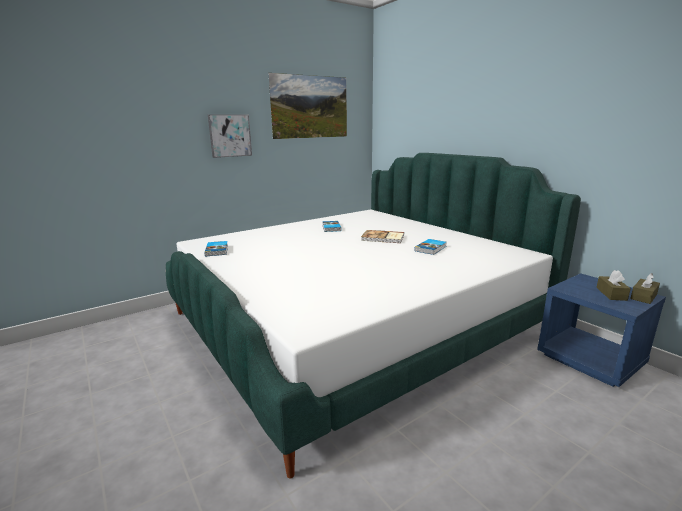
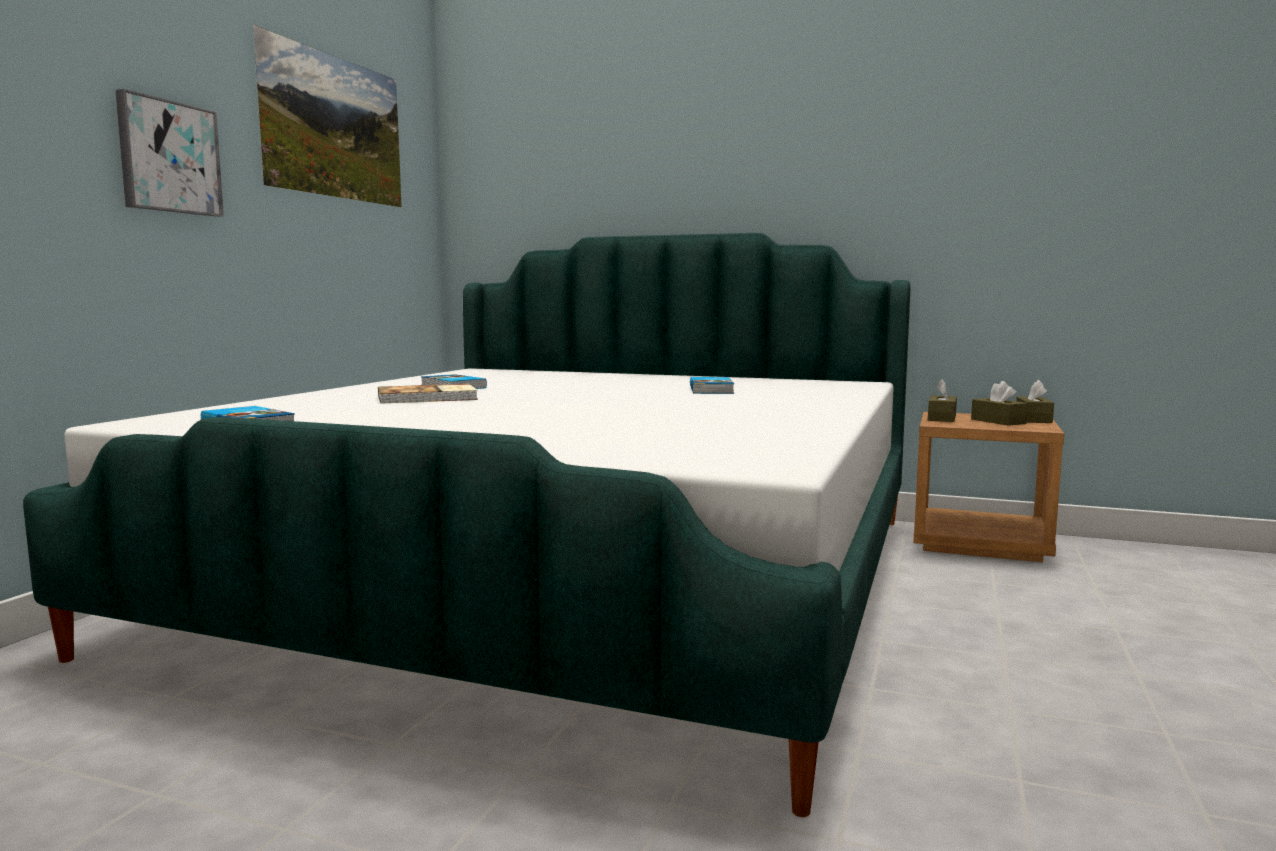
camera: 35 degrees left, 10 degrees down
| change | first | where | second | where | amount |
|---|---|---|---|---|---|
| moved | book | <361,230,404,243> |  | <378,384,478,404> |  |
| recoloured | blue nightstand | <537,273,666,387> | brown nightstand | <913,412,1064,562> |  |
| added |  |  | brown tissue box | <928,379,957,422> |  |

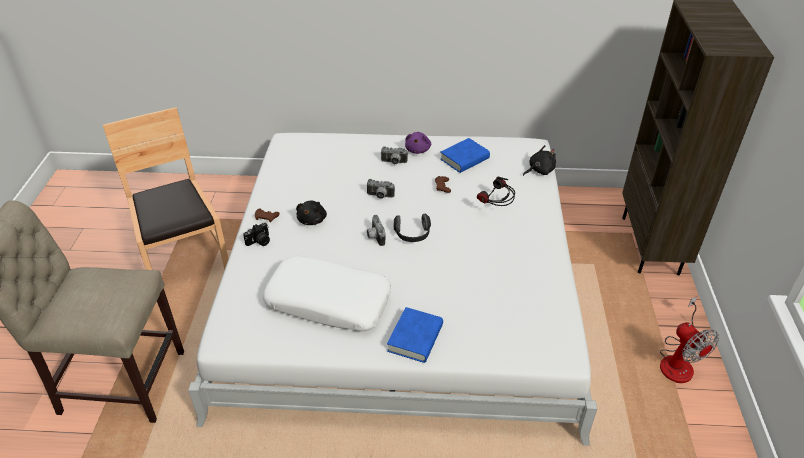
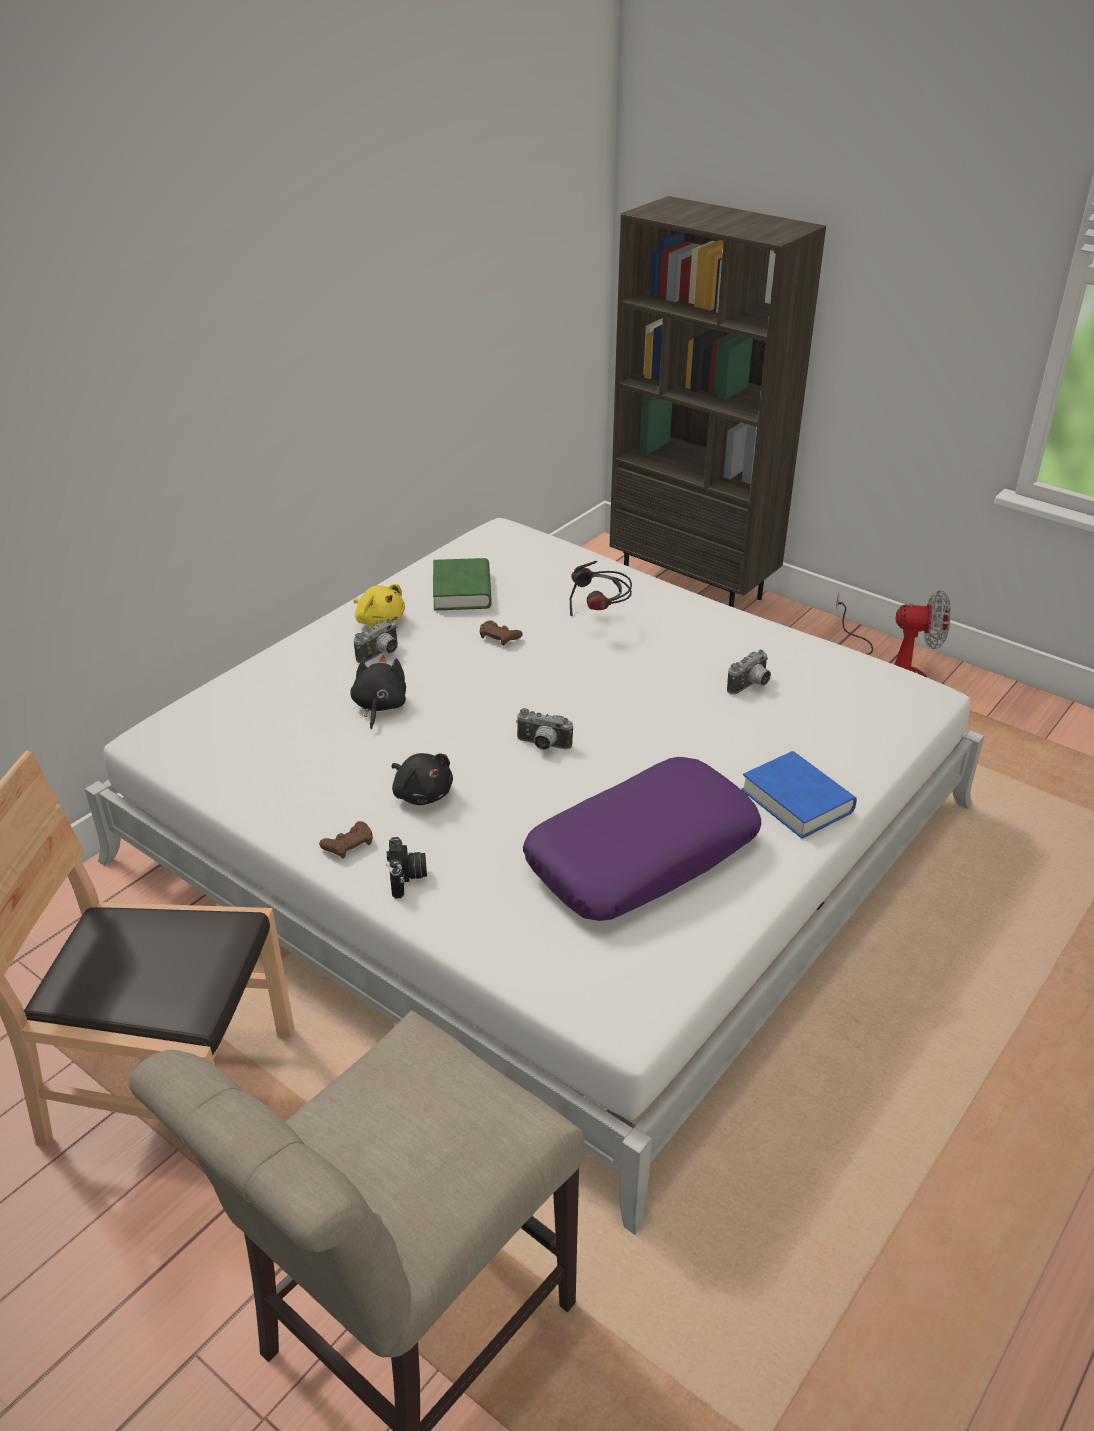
camera: 55 degrees left, 5 degrees down
| change | first | where | second | where | amount |
|---|---|---|---|---|---|
| moved | black plush toy | <523,145,556,176> |  | <350,654,406,729> |  |
| recoloured | purple plush toy | <405,132,431,154> | yellow plush toy | <354,584,405,627> |  |
| recoloured | blue book | <440,138,490,173> | green book | <433,558,492,611> |  |
| recoloured | white pillow | <263,256,391,331> | purple pillow | <523,757,761,921> |  |
| moved | photo camera | <367,179,395,199> |  | <727,650,771,694> |  |
| removed | headphones | <394,214,431,242> |  |  |  |

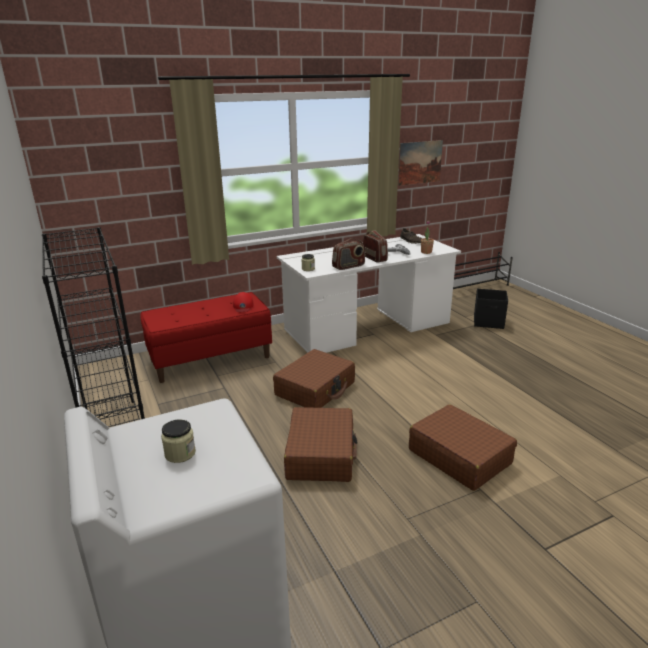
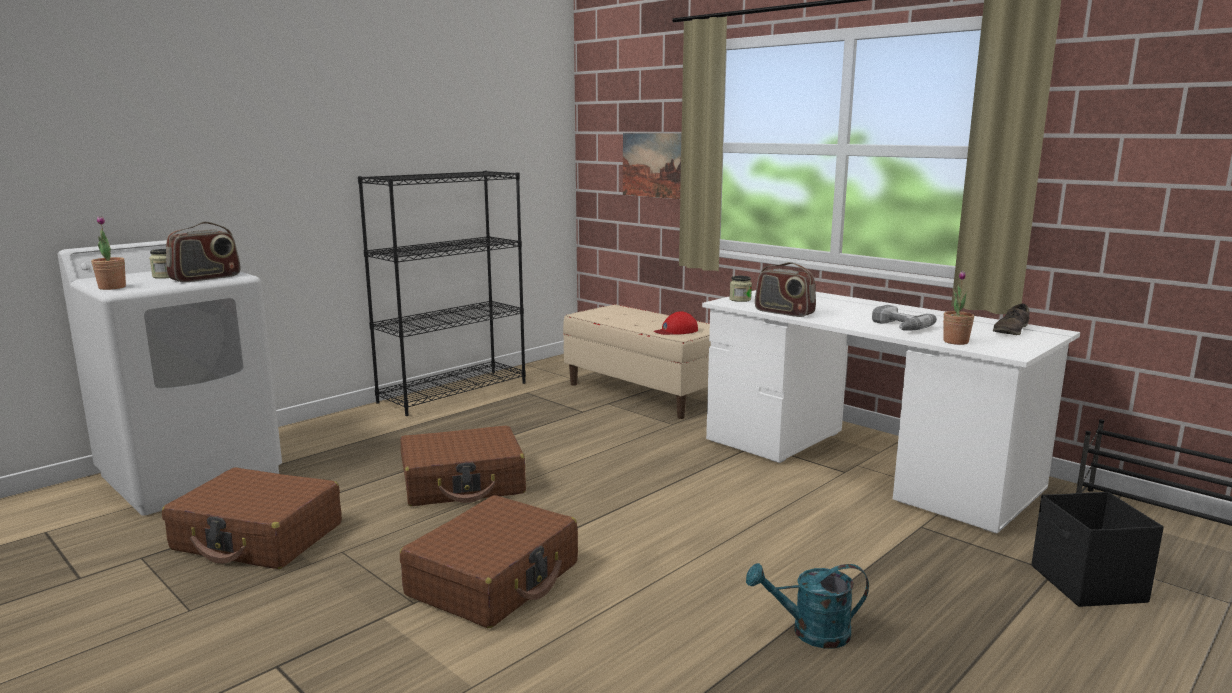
camera: 70 degrees right, 10 degrees down
| change | first | where | second | where | amount |
|---|---|---|---|---|---|
| added |  |  | potted plant | <91,216,126,290> |  |
| moved | brown suitcase | <273,349,355,408> |  | <162,467,342,569> |  |
| moved | radio | <363,230,388,263> |  | <166,222,241,282> |  |
| recoloured | red bench | <140,292,272,383> | beige bench | <563,304,711,419> |  |
| moved | picture | <398,140,443,186> |  | <623,133,682,199> |  |
| added |  |  | turquoise watering can | <746,563,869,648> |  |

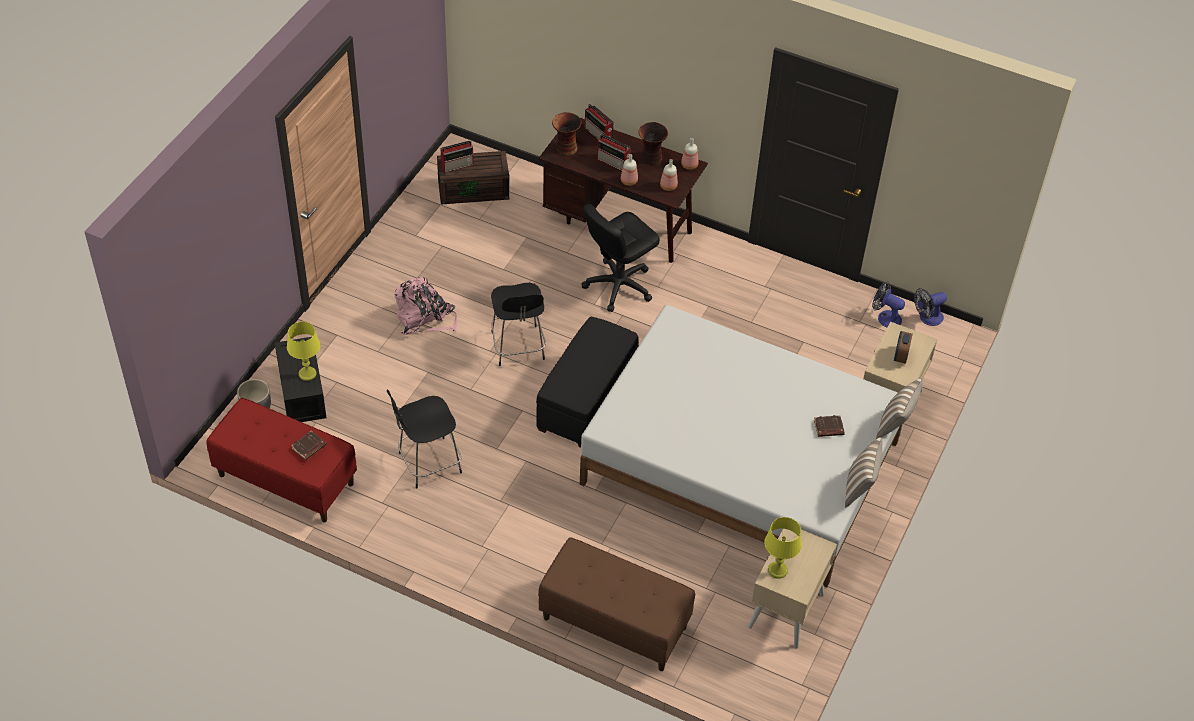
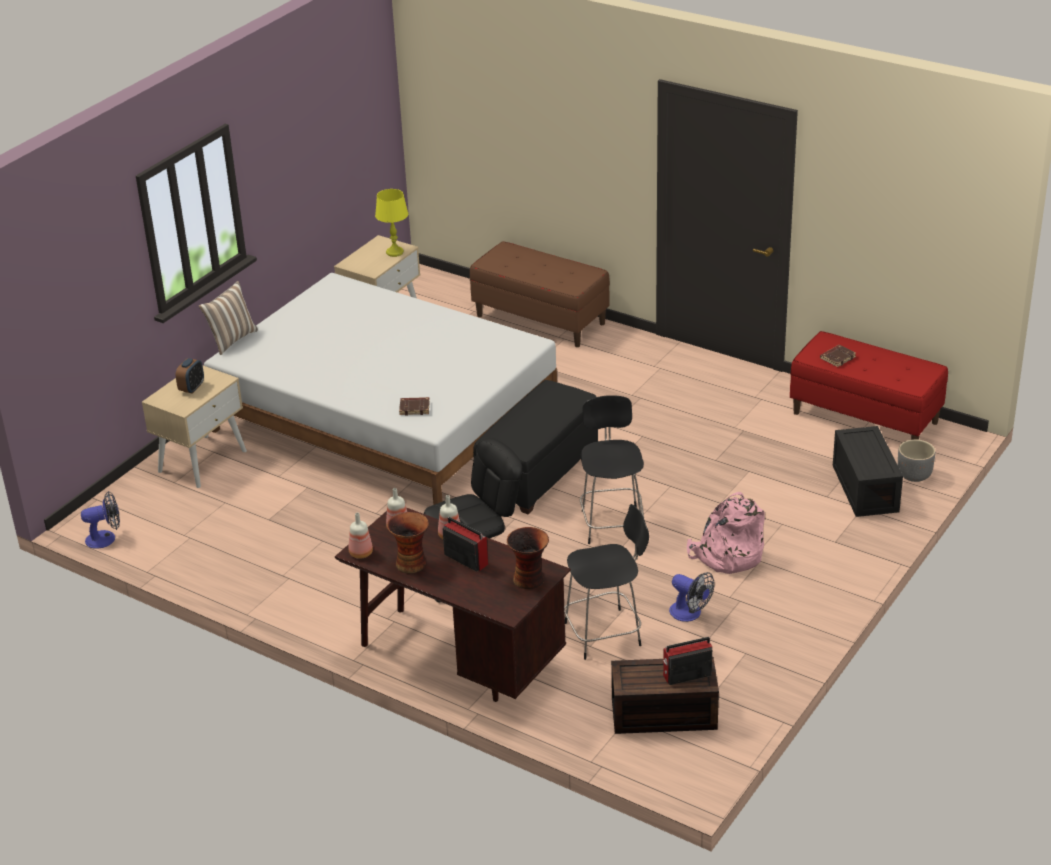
camera: 170 degrees left, 15 degrees down
| change | first | where | second | where | amount |
|---|---|---|---|---|---|
| moved | brown book | <814,415,845,437> |  | <399,397,430,416> |  |
| moved | black chair | <387,390,462,489> |  | <564,504,649,660> |  |
| moved | fan | <872,281,905,327> |  | <669,572,715,622> |  |
| removed | yellow table lamp | <287,322,320,381> |  |  |  |
| removed | radio | <585,104,614,140> |  |  |  |
| removed | pillow | <845,437,882,508> |  |  |  |

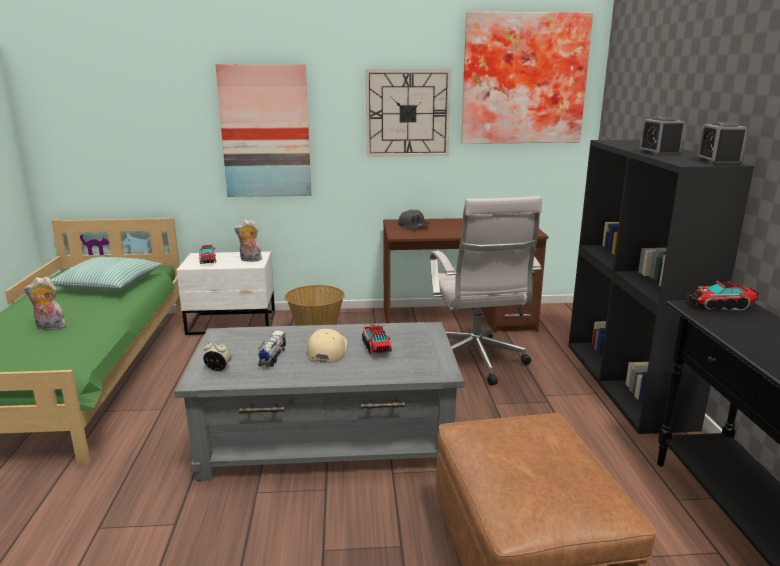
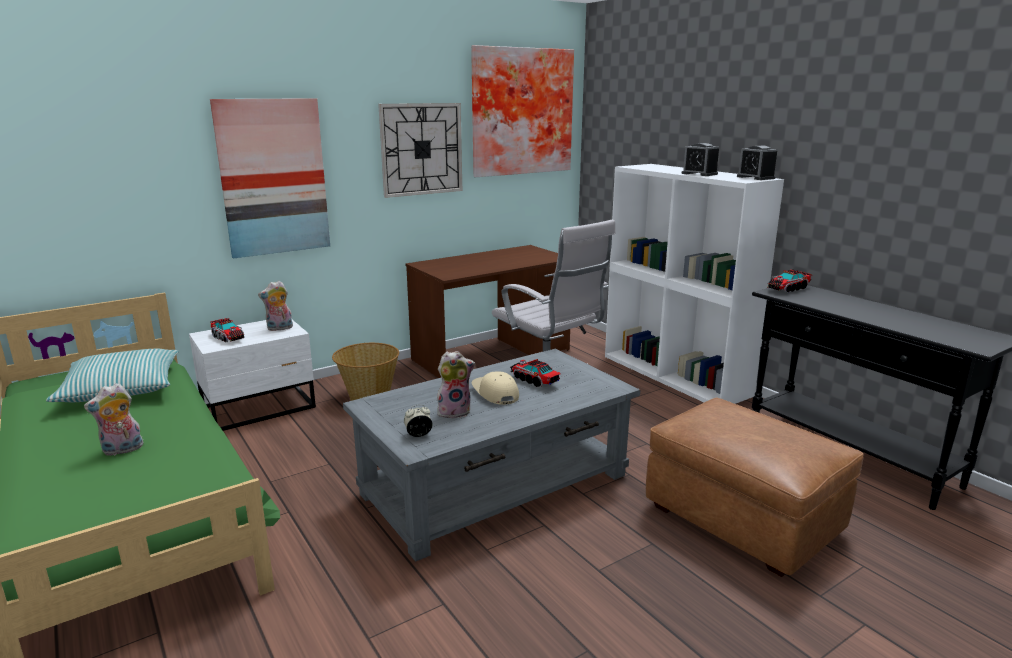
camera: 30 degrees left, 0 degrees up
| change | first | where | second | where | amount |
|---|---|---|---|---|---|
| replaced | toy truck | <258,331,286,367> | plush toy | <437,351,475,419> |  |
| recoloured | black bookcase | <568,140,754,434> | white bookcase | <605,164,784,404> |  |
| removed | grey cap | <398,210,430,228> |  |  |  |

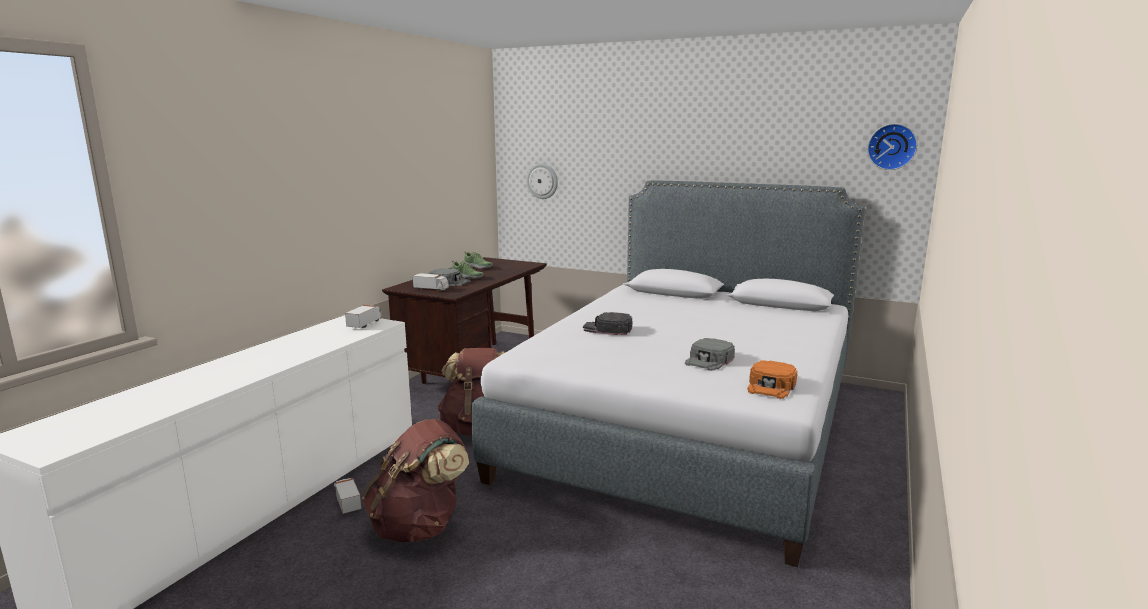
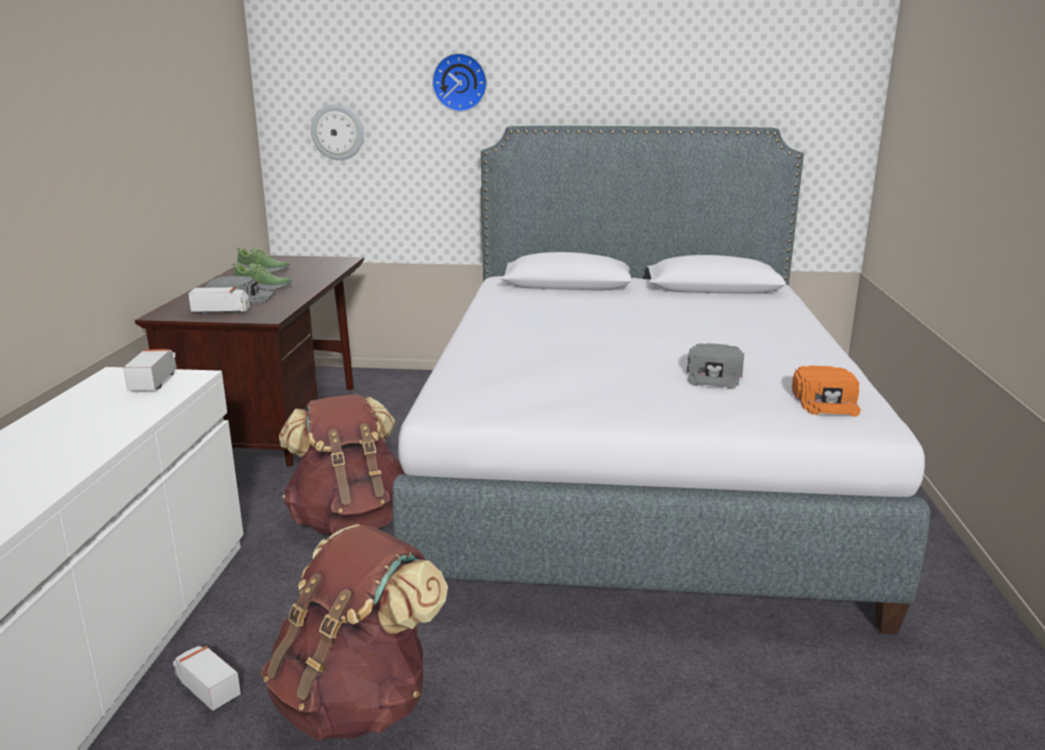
camera: 20 degrees left, 5 degrees up
| change | first | where | second | where | amount |
|---|---|---|---|---|---|
| moved | wall clock | <867,124,917,170> |  | <432,53,487,112> |  |
| removed | black cap | <583,312,632,335> |  |  |  |

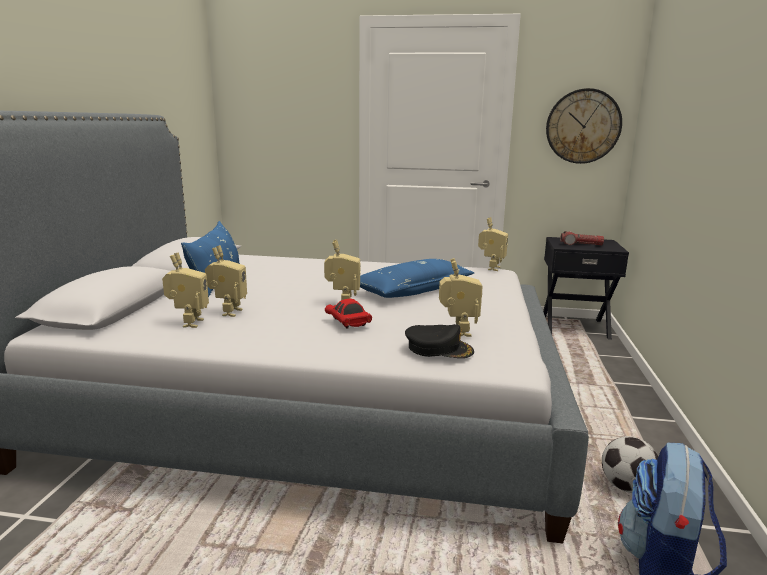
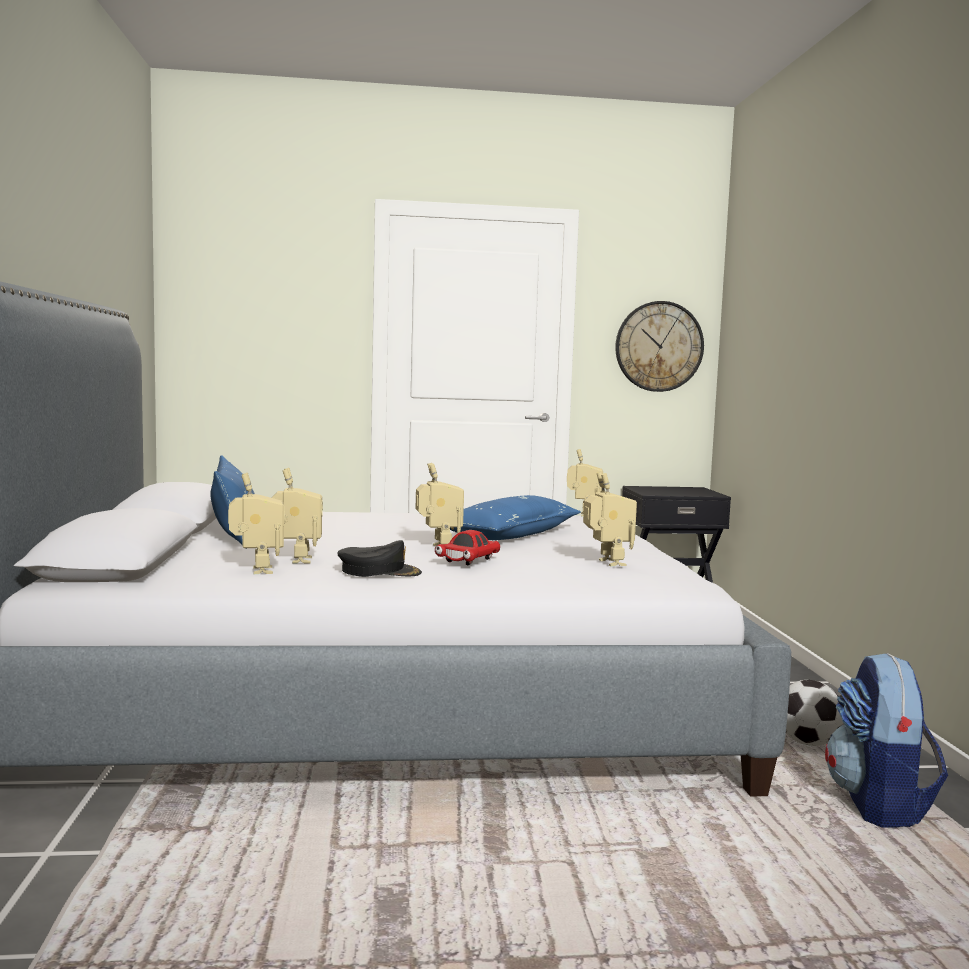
camera: 15 degrees left, 10 degrees down
| change | first | where | second | where | amount |
|---|---|---|---|---|---|
| moved | black cap | <405,324,474,358> |  | <337,540,422,577> |  |
| turned | red toy car | <325,299,372,329> |  | <435,530,500,565> | 105 degrees counterclockwise |
| removed | flashlight | <560,231,604,245> |  |  |  |

